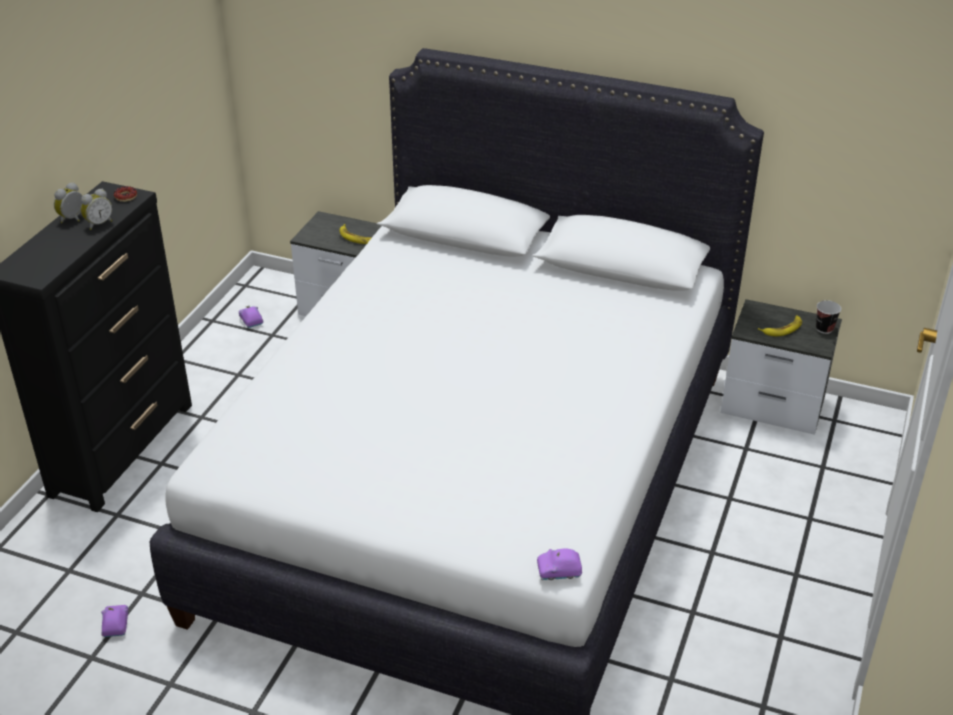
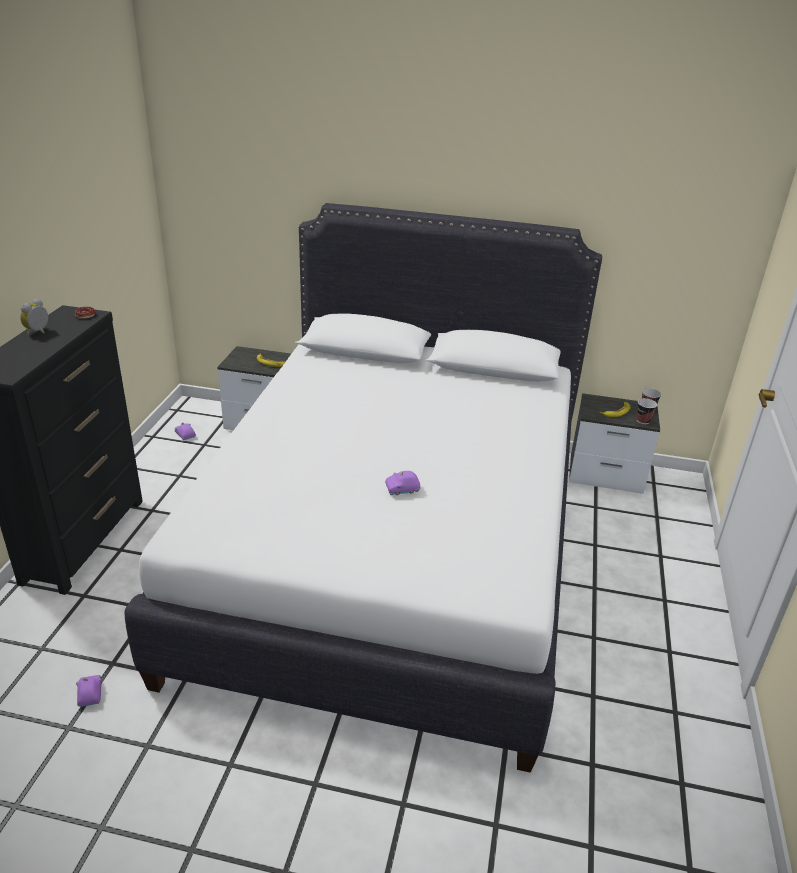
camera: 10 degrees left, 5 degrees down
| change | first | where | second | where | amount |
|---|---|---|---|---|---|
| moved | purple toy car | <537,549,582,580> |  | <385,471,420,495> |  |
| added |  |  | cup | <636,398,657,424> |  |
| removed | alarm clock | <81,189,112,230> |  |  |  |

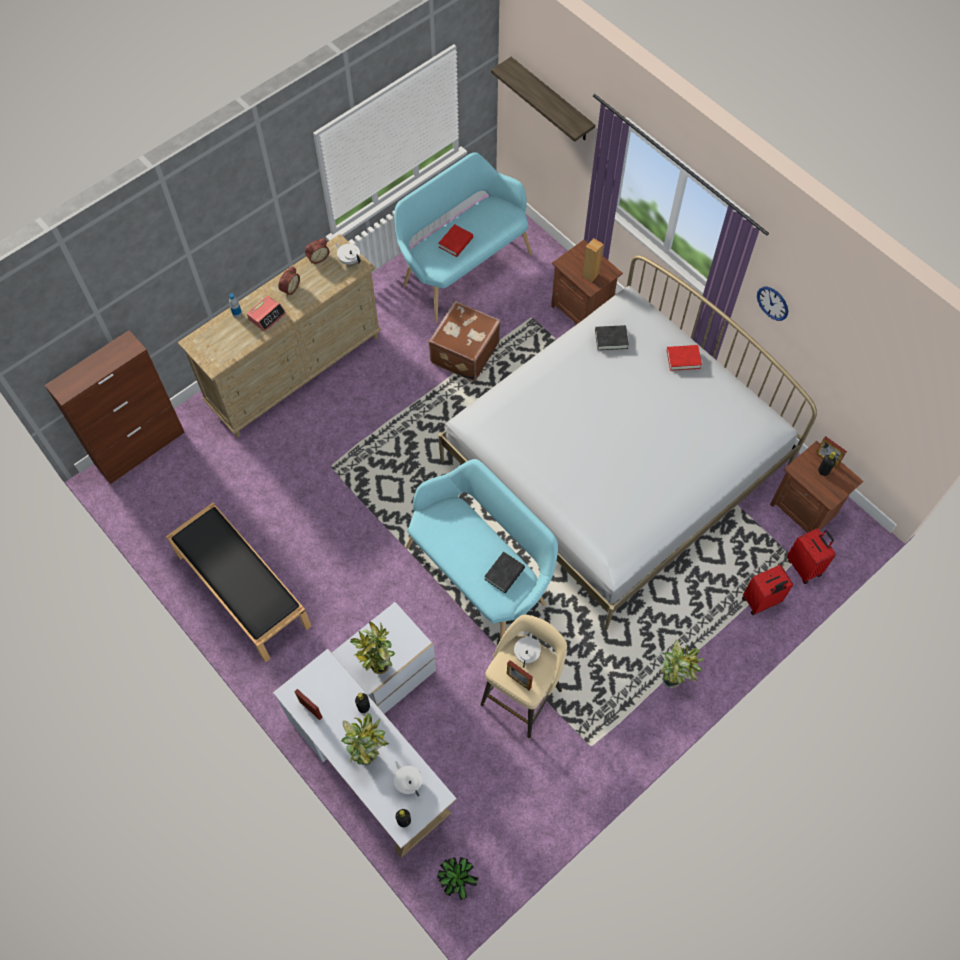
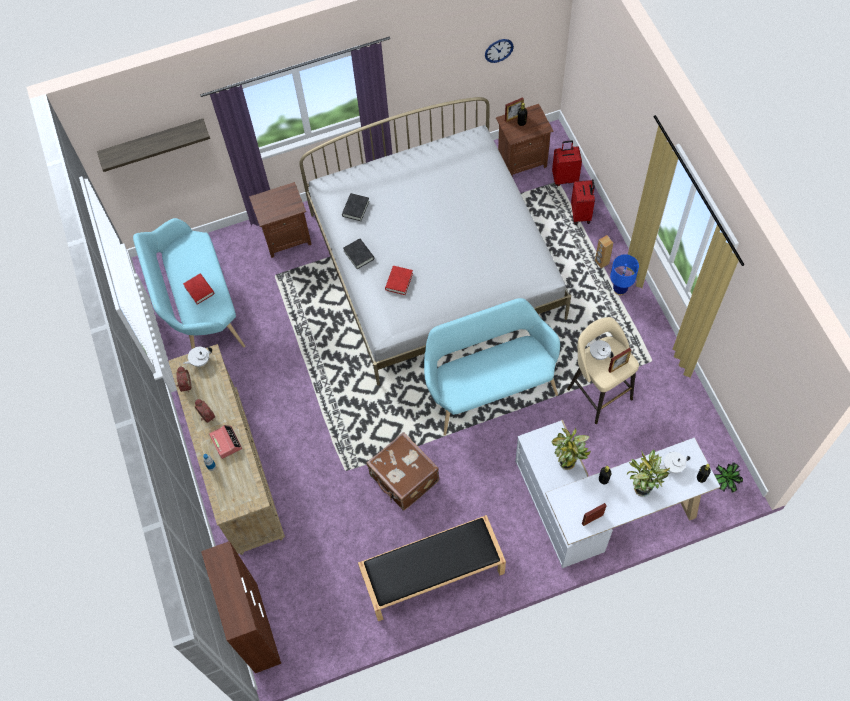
camera: 65 degrees left, 0 degrees up
| change | first | where | second | where | amount |
|---|---|---|---|---|---|
| moved | black book | <484,552,525,593> |  | <343,239,374,269> |  |
| moved | brown suitcase | <428,301,501,381> |  | <367,432,439,511> |  |
| moved | red book | <667,345,702,371> |  | <385,266,413,295> |  |
| moved | wall clock | <757,287,788,321> |  | <485,39,514,63> |  |
| moved | brown speaker | <582,238,604,282> |  | <595,235,613,268> |  |
| replaced | potted plant | <660,639,704,688> | blue table lamp | <610,254,639,295> |  |

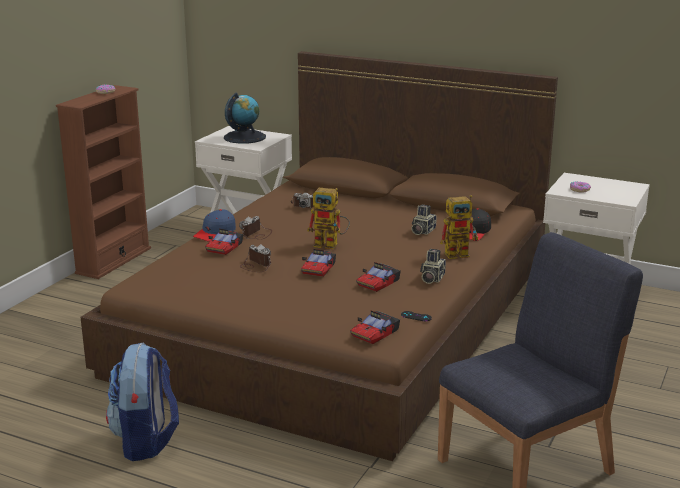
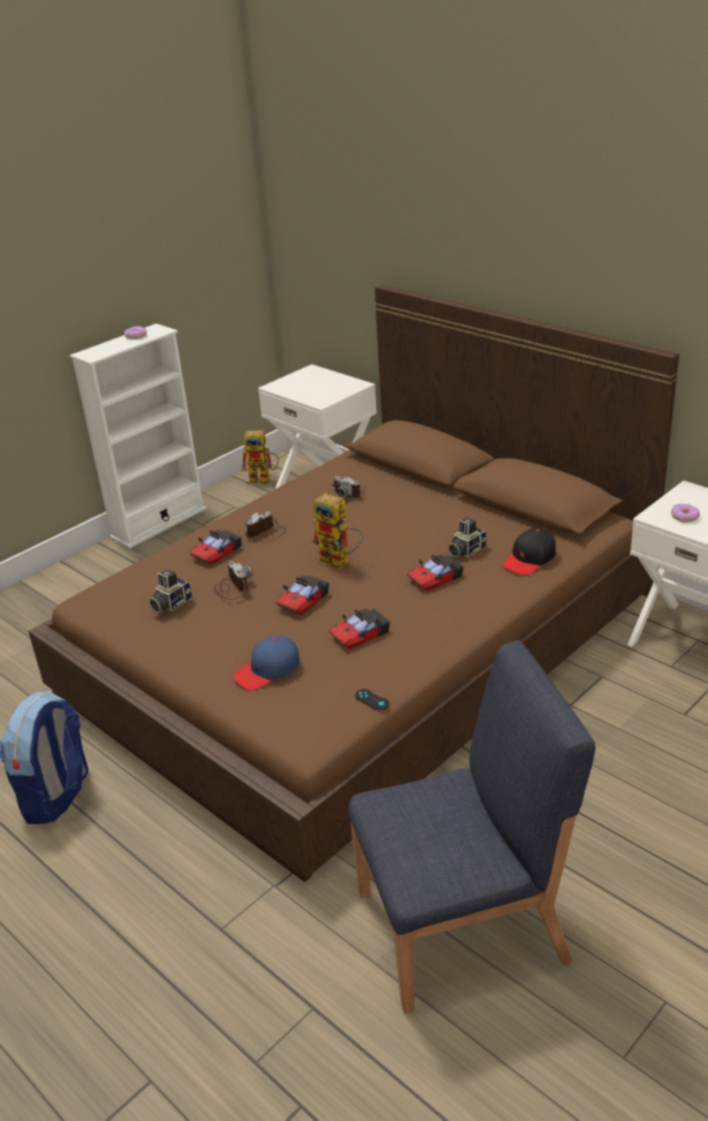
camera: 20 degrees right, 10 degrees up
| change | first | where | second | where | amount |
|---|---|---|---|---|---|
| recoloured | brown bookcase | <56,85,151,279> | white bookcase | <70,324,206,548> |  |
| moved | photo camera | <420,249,446,284> |  | <149,569,192,613> |  |
| moved | blue cap | <193,209,236,242> |  | <233,635,300,690> |  |
| moved | toy robot | <440,195,478,259> |  | <241,430,279,485> |  |
| moved | toy car | <350,311,400,344> |  | <407,554,464,591> |  |
| removed | globe | <224,92,266,144> |  |  |  |

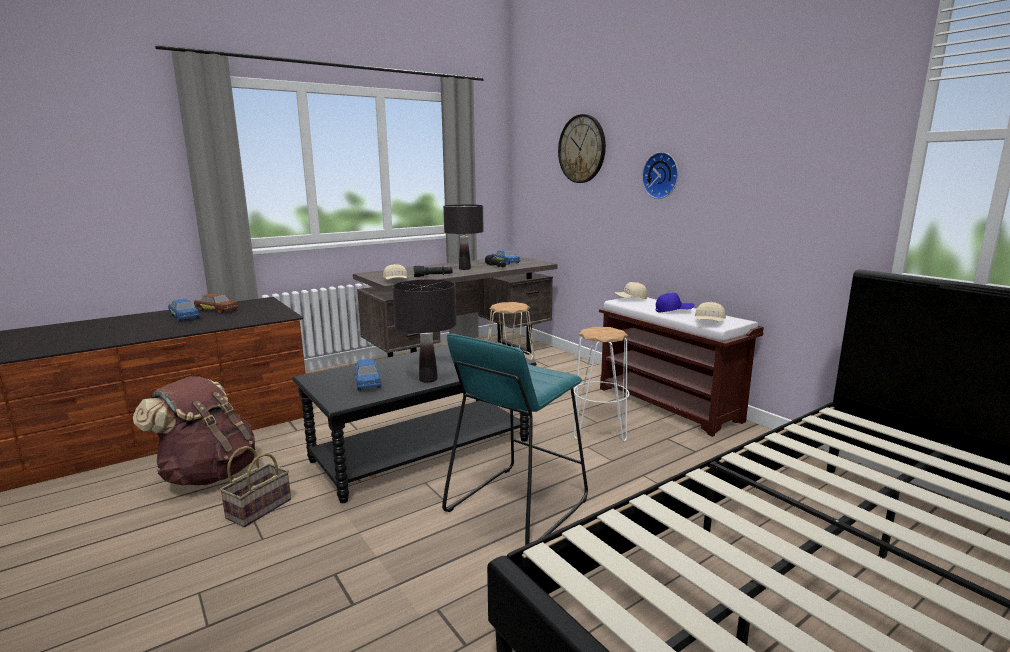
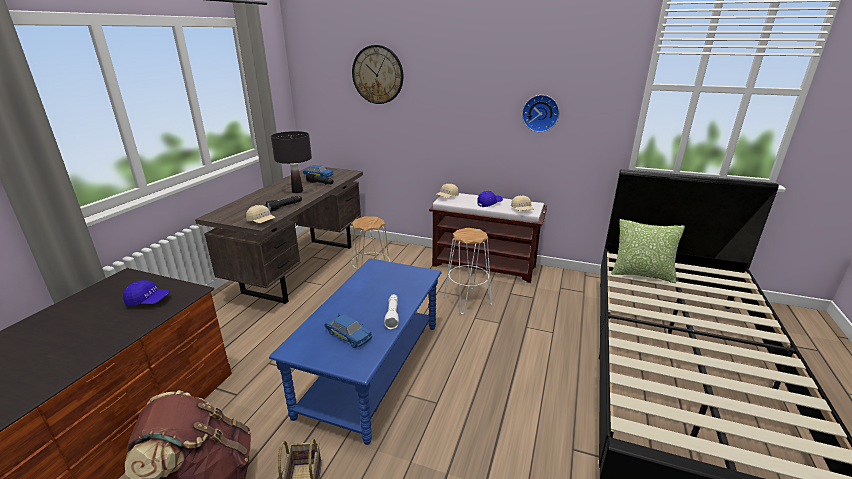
camera: 35 degrees left, 10 degrees up
| change | first | where | second | where | amount |
|---|---|---|---|---|---|
| added |  |  | blue cap | <123,280,170,306> |  |
| recoloured | black coffee table | <292,339,537,503> | blue coffee table | <269,258,441,445> |  |
| replaced | black table lamp | <392,279,457,383> | white flashlight | <384,294,399,329> |  |
| moved | wall clock | <642,152,678,199> |  | <522,95,559,132> |  |
| added |  |  | pillow | <611,219,685,283> |  |
| removed | blue toy car | <168,299,199,322> |  |  |  |
| removed | brown toy car | <194,294,238,314> |  |  |  |
| removed | turquoise stool | <442,334,588,545> |  |  |  |

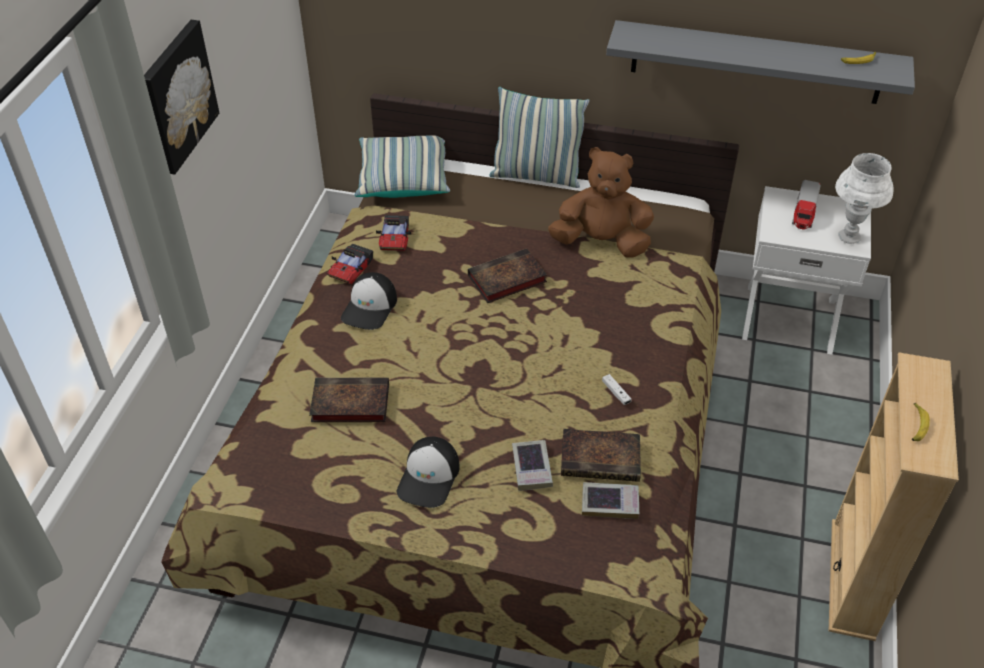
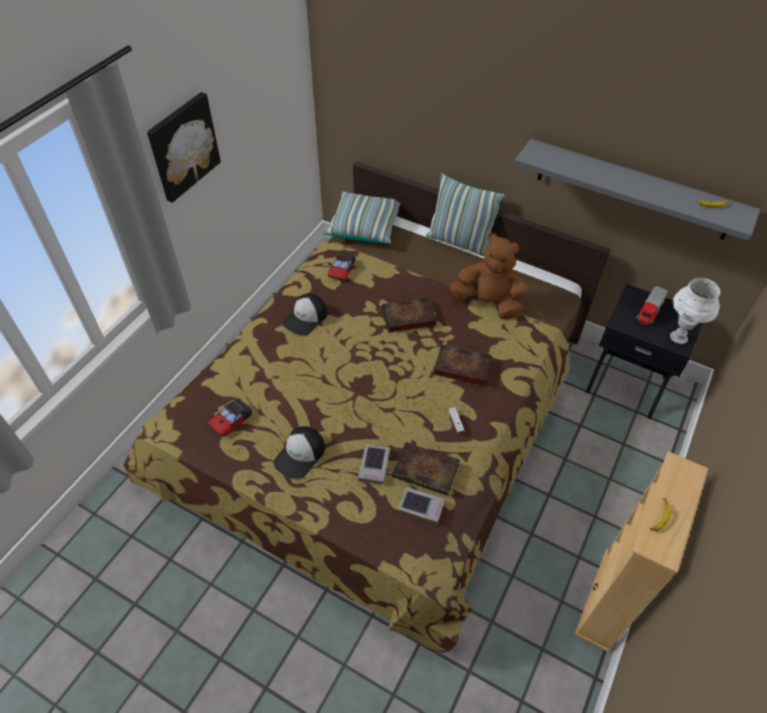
camera: 15 degrees right, 5 degrees up
| change | first | where | second | where | amount |
|---|---|---|---|---|---|
| moved | toy car | <327,244,373,284> |  | <208,398,252,436> |  |
| moved | book | <309,377,389,422> |  | <433,344,492,386> |  |
| recoloured | white nightstand | <742,186,871,355> | black nightstand | <586,284,703,419> |  |

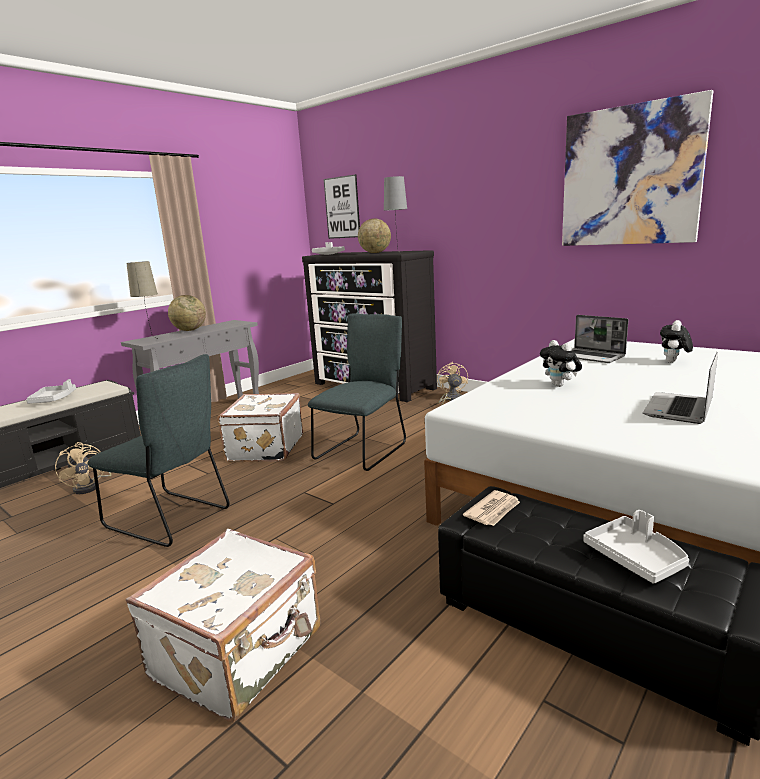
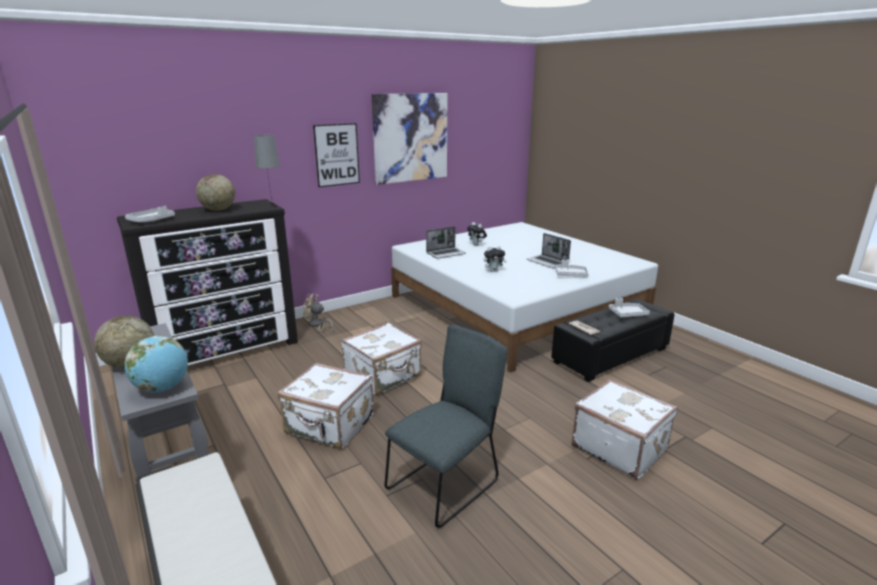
camera: 75 degrees left, 5 degrees up
| change | first | where | second | where | amount |
|---|---|---|---|---|---|
| replaced | beige table lamp | <126,261,158,338> | globe | <124,336,188,393> |  |
| moved | picture | <323,174,360,239> |  | <313,123,360,187> |  |
| replaced | grey chair | <308,313,406,471> | white suitcase | <341,323,422,396> |  |
| moved | grey tray | <26,379,76,404> |  | <555,259,589,277> |  |
| removed | beige fan | <55,442,111,494> |  |  |  |

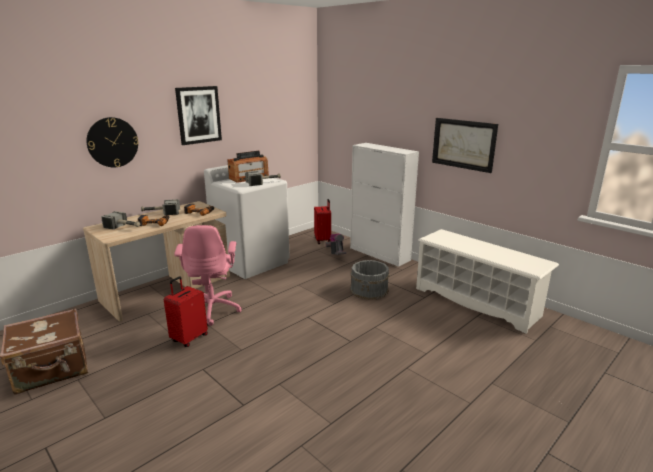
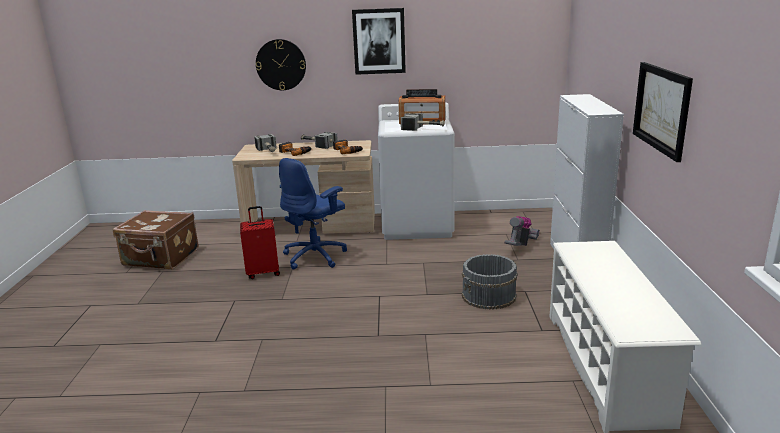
camera: 45 degrees right, 0 degrees up
| change | first | where | second | where | amount |
|---|---|---|---|---|---|
| recoloured | pink office chair | <174,225,242,326> | blue office chair | <279,158,347,270> |  |
| removed | red suitcase | <314,199,331,244> |  |  |  |

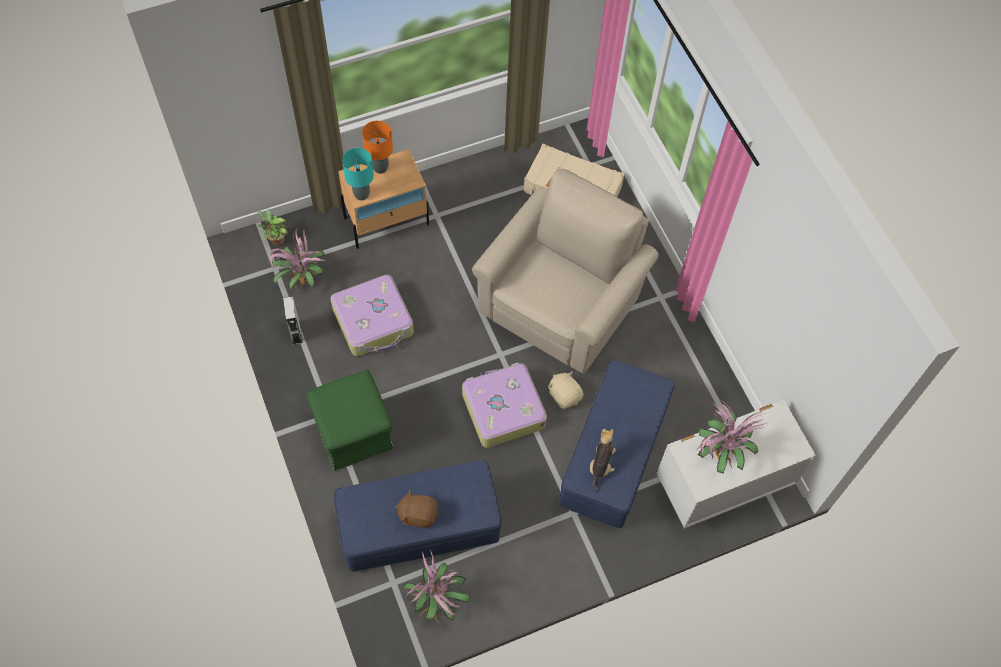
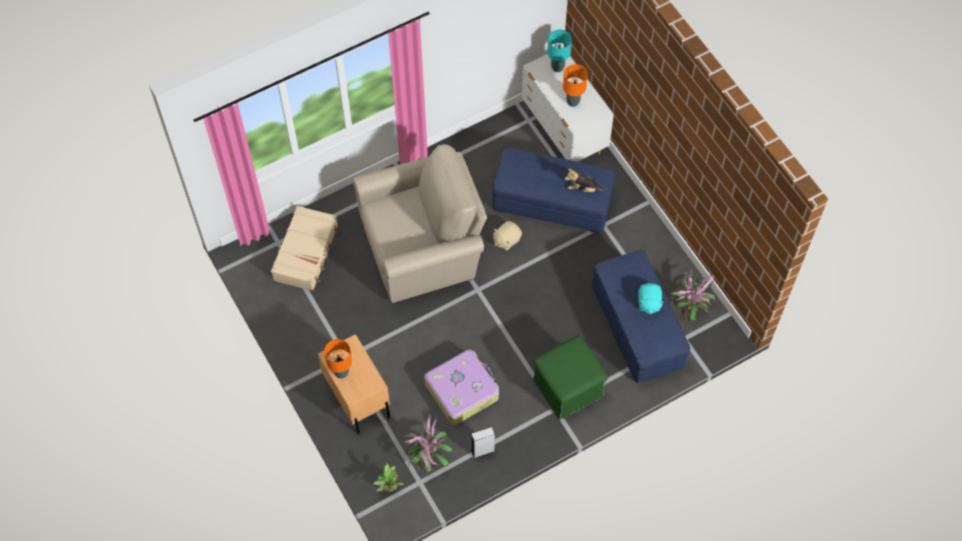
camera: 95 degrees left, 0 degrees up
| change | first | where | second | where | amount |
|---|---|---|---|---|---|
| turned | beige armchair | <472,169,658,374> |  | <353,144,487,303> | 135 degrees clockwise |
| moved | turquoise table lamp | <342,148,374,201> |  | <547,29,572,72> |  |
| replaced | potted plant | <695,400,768,474> | orange table lamp | <563,64,588,107> |  |
| recoloured | brown plush toy | <395,490,439,528> | turquoise plush toy | <638,283,664,315> |  |
| removed | suitcase | <462,363,547,448> |  |  |  |

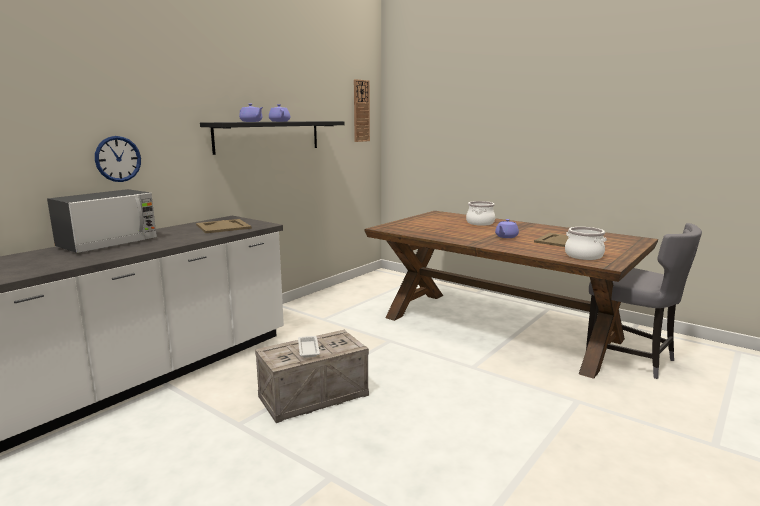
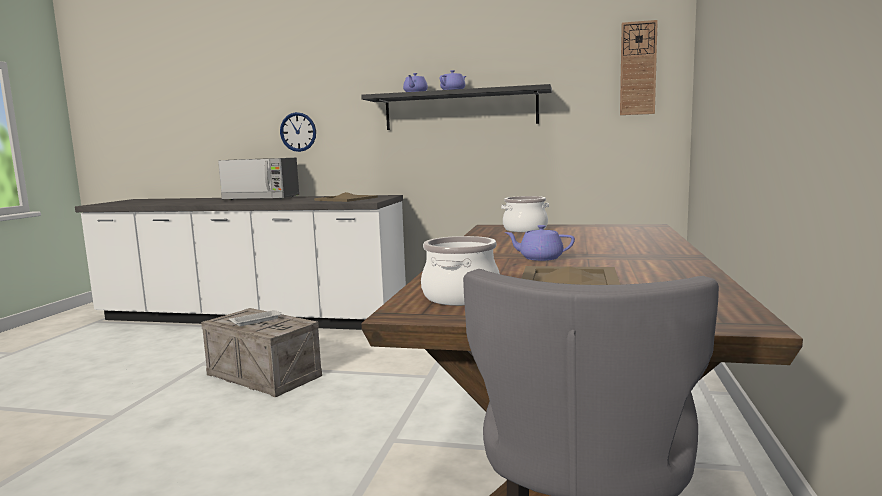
camera: 65 degrees right, 5 degrees down
| change | first | where | second | where | amount |
|---|---|---|---|---|---|
| moved | cooking pot | <466,201,495,226> |  | <501,196,549,232> |  |

